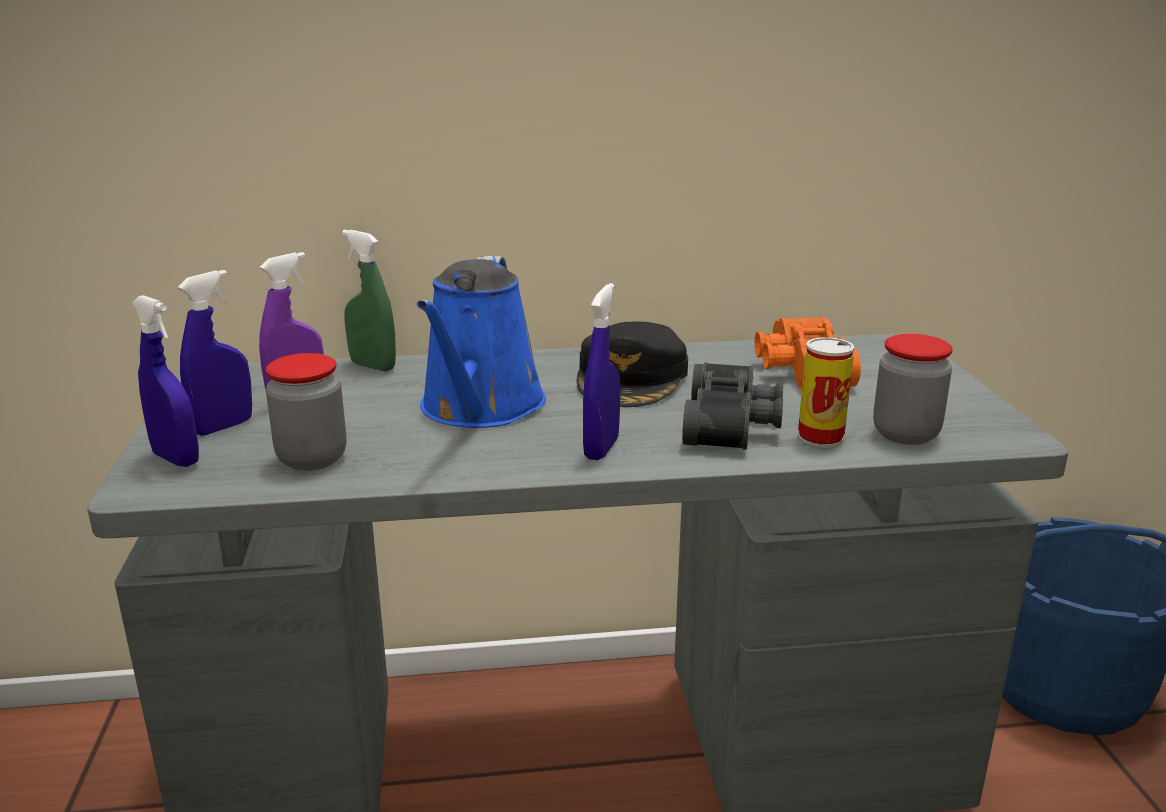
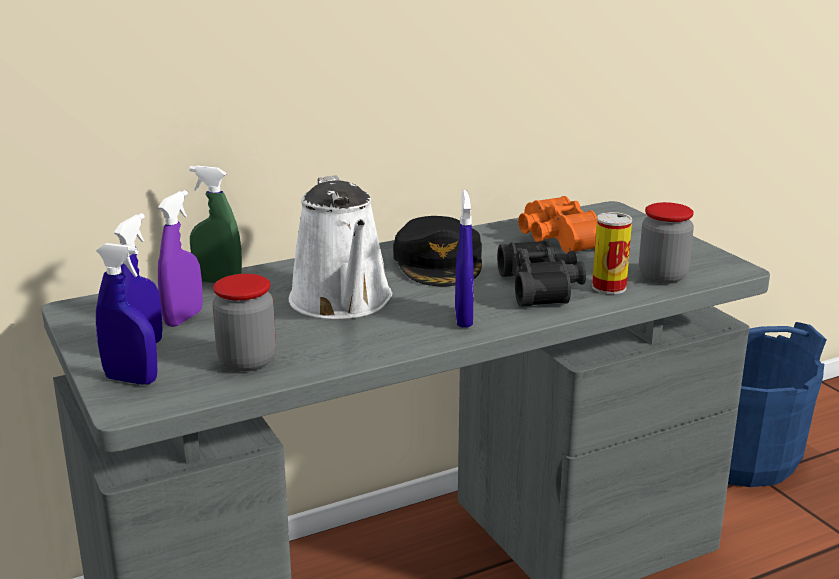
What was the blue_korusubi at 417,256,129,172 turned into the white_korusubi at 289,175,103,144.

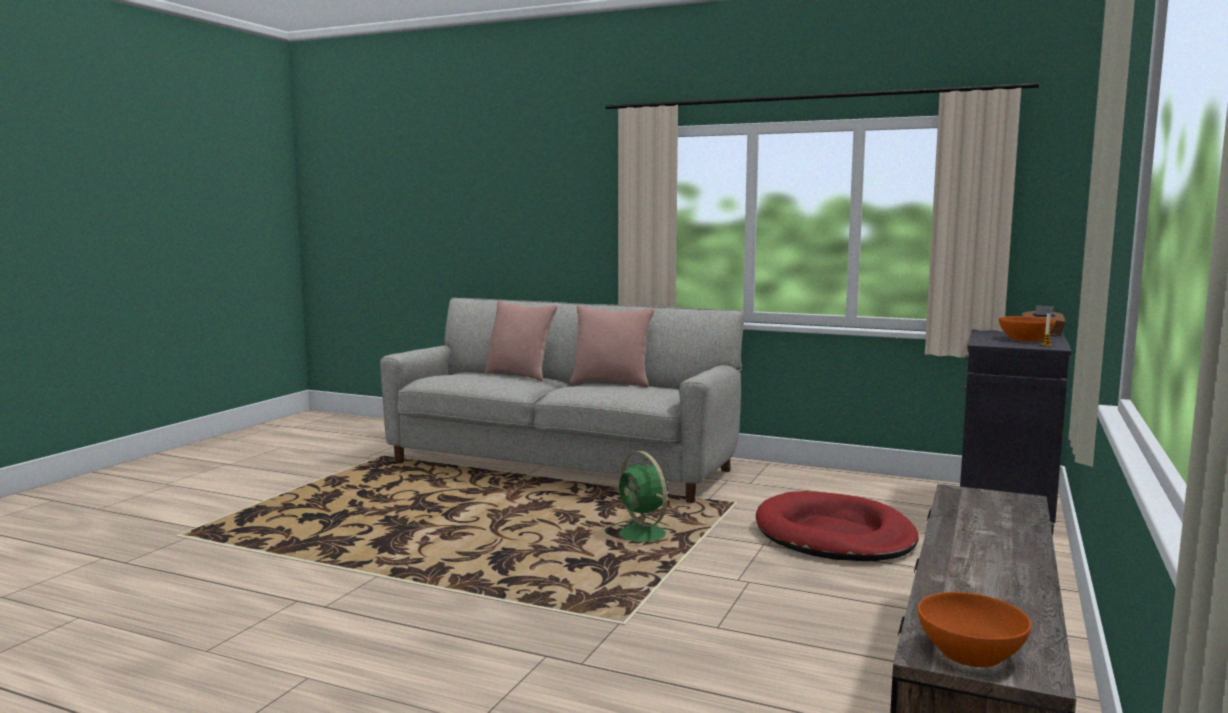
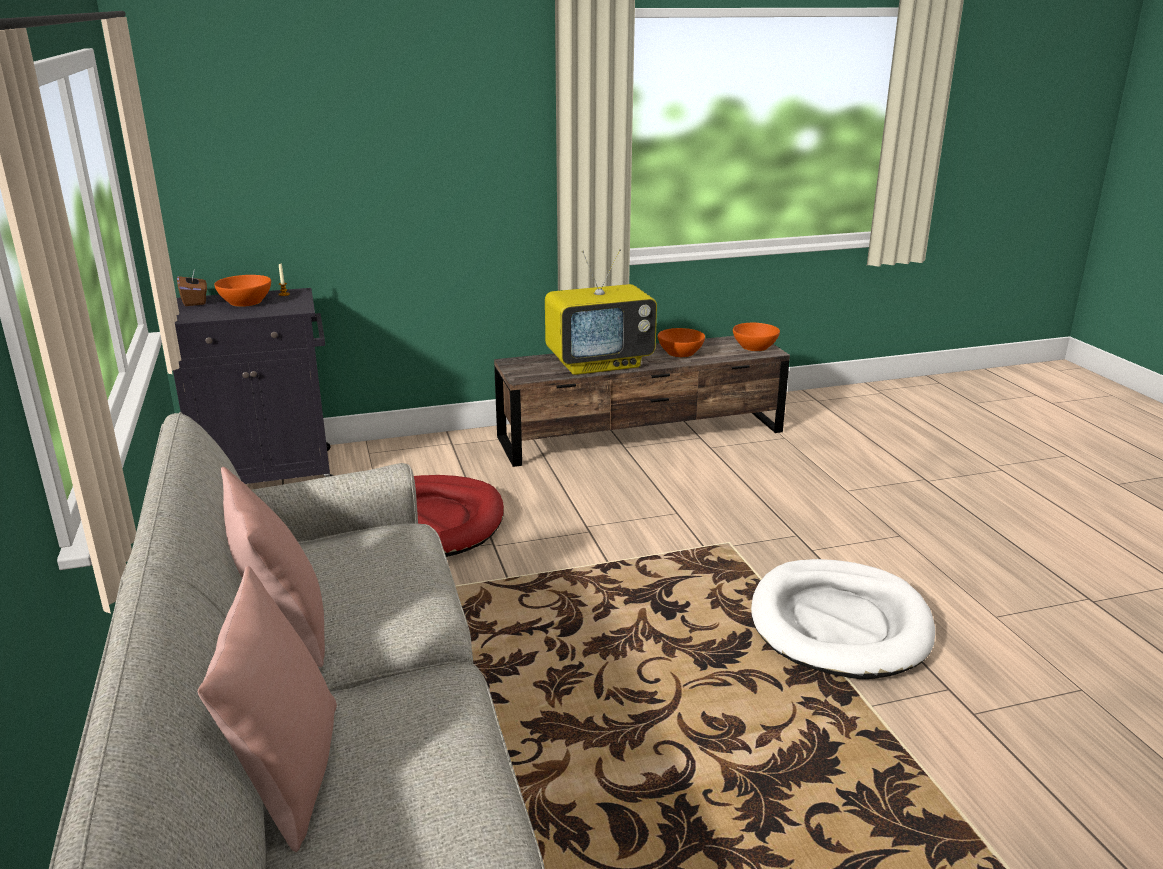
The second view gained the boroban at 545,249,112,126. The second view gained the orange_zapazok at 658,328,47,29. The second view gained the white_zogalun at 751,559,184,120. The second view lost the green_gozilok at 606,451,64,91.

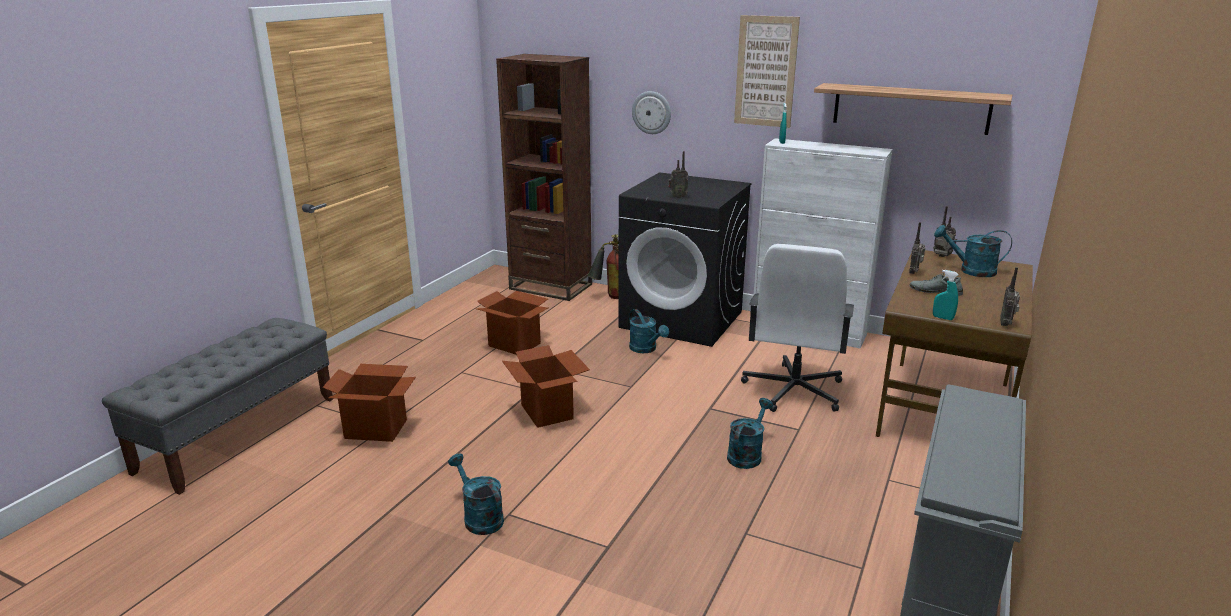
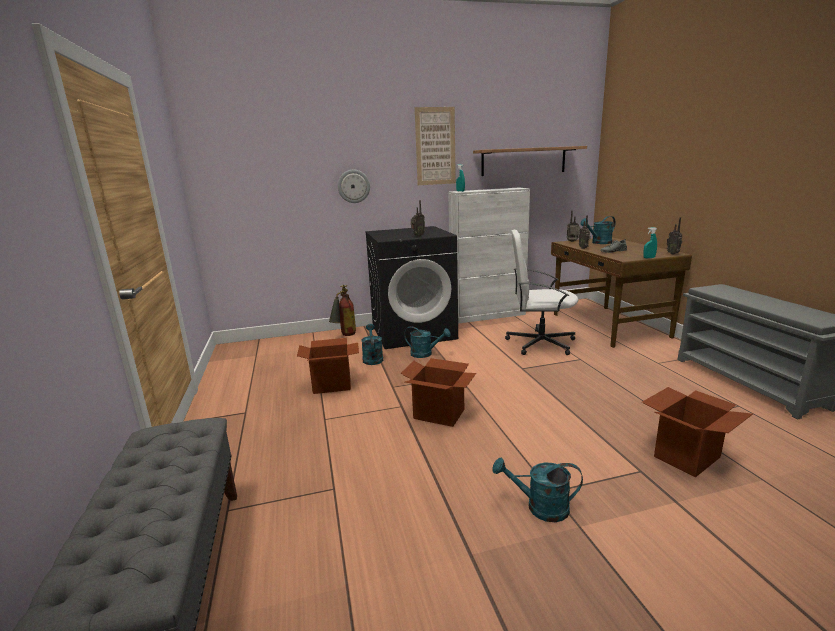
The turquoise_korusubi ended up elsewhere, having gone from 727,398,46,71 to 361,324,22,41. The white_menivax at 741,244,113,168 ended up facing another way, 120 degrees clockwise from before. The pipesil ended up elsewhere, having gone from 322,364,94,78 to 642,387,111,90. The second view lost the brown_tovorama at 496,54,96,247.

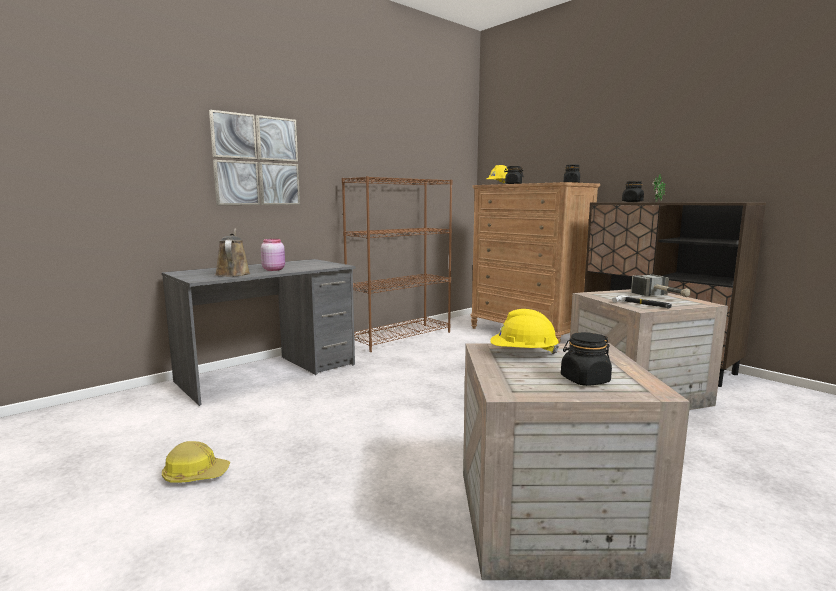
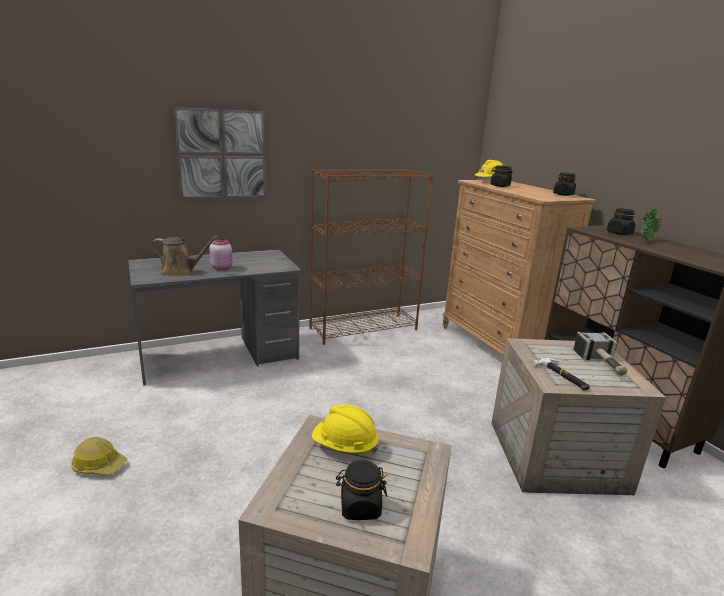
The brown_korusubi at 215,228,36,49 ended up facing another way, 90 degrees clockwise from before.

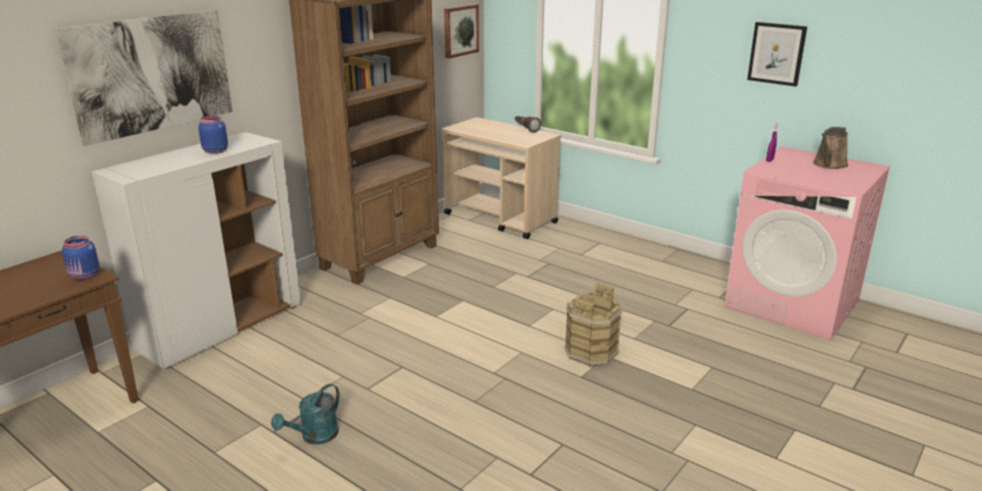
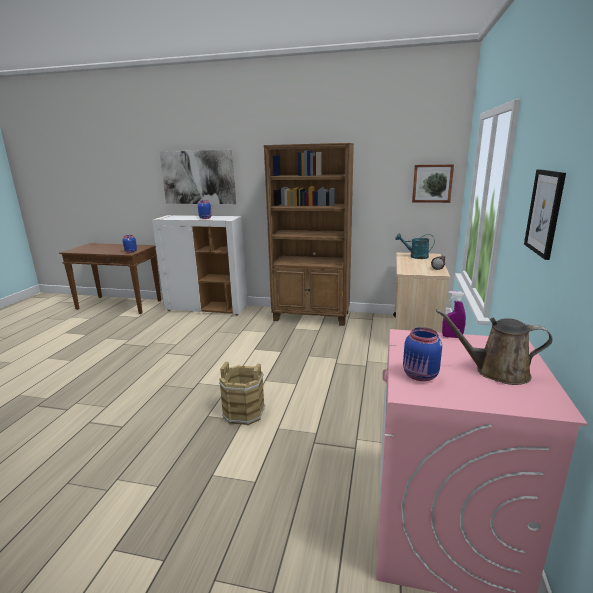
The turquoise_korusubi ended up elsewhere, having gone from 271,384,69,61 to 395,233,40,26. The second view gained the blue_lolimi at 403,327,39,54.

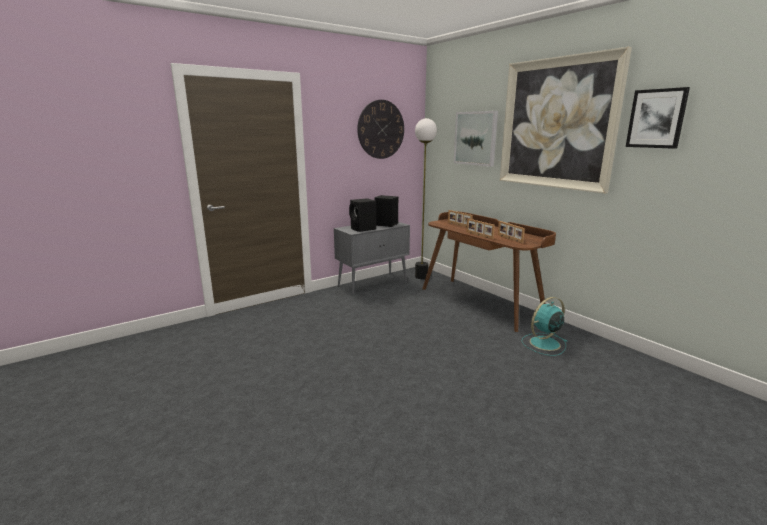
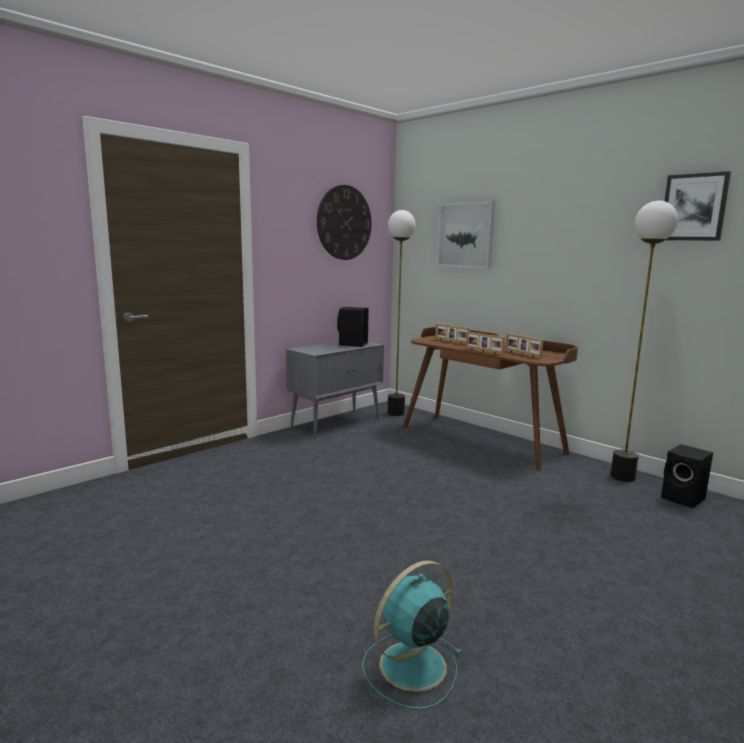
The turquoise_gozilok ended up elsewhere, having gone from 521,297,46,59 to 362,560,101,149. The second view gained the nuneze at 610,200,68,282. The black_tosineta ended up elsewhere, having gone from 349,198,27,34 to 661,444,52,64. The second view lost the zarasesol at 500,47,132,147.

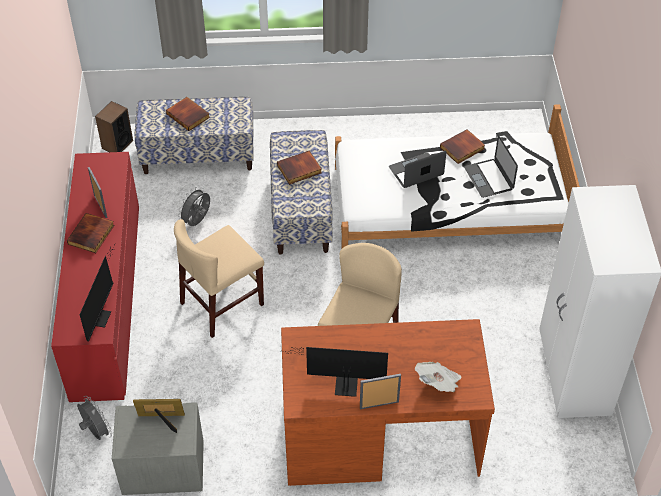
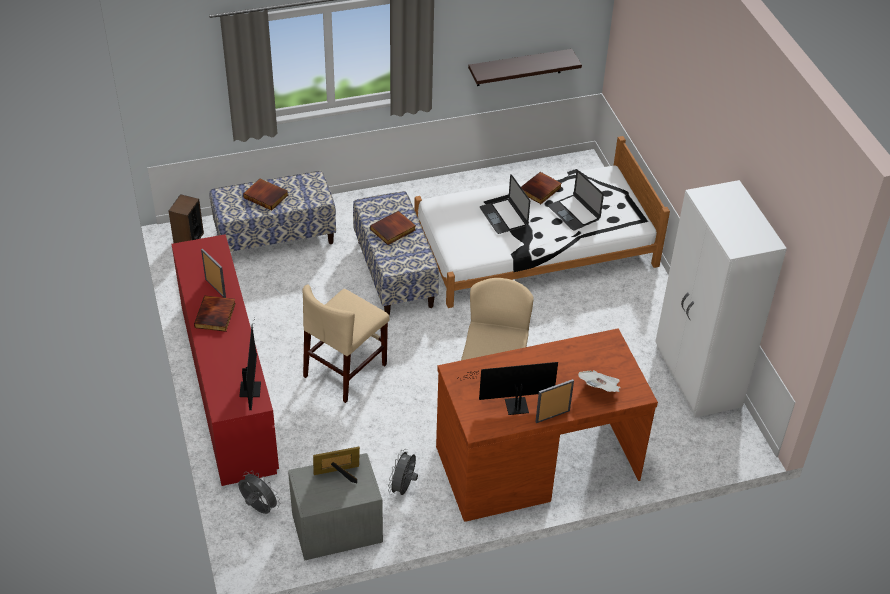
The grey_gozilok ended up elsewhere, having gone from 178,187,32,39 to 388,449,30,46. The second view gained the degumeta at 468,49,114,37. The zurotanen at 389,151,57,37 ended up facing another way, 75 degrees counterclockwise from before.

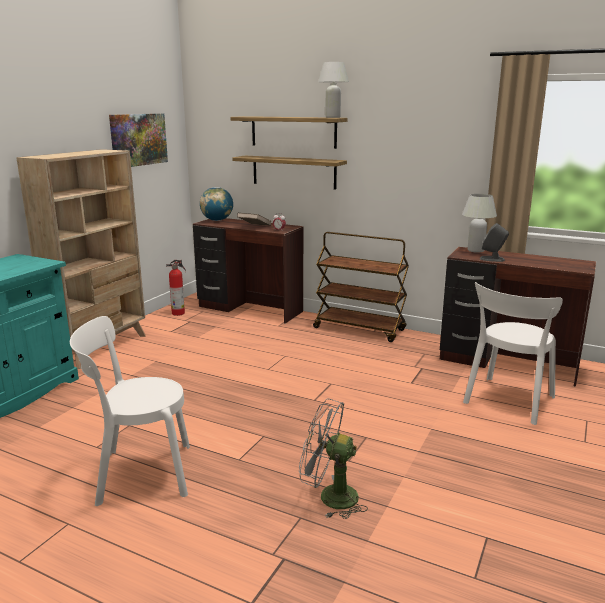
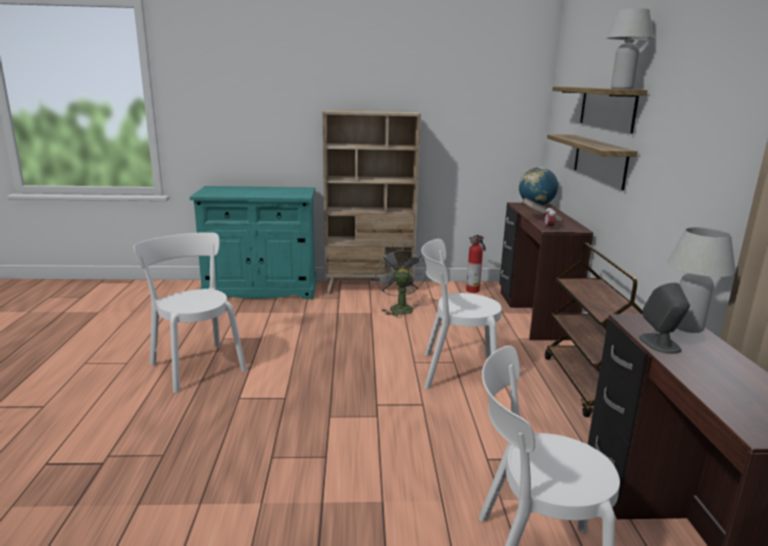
The grey_gozilok ended up elsewhere, having gone from 299,399,69,120 to 375,246,51,72. The second view gained the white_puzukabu at 421,239,81,150. The second view lost the zarasesol at 109,113,59,54.

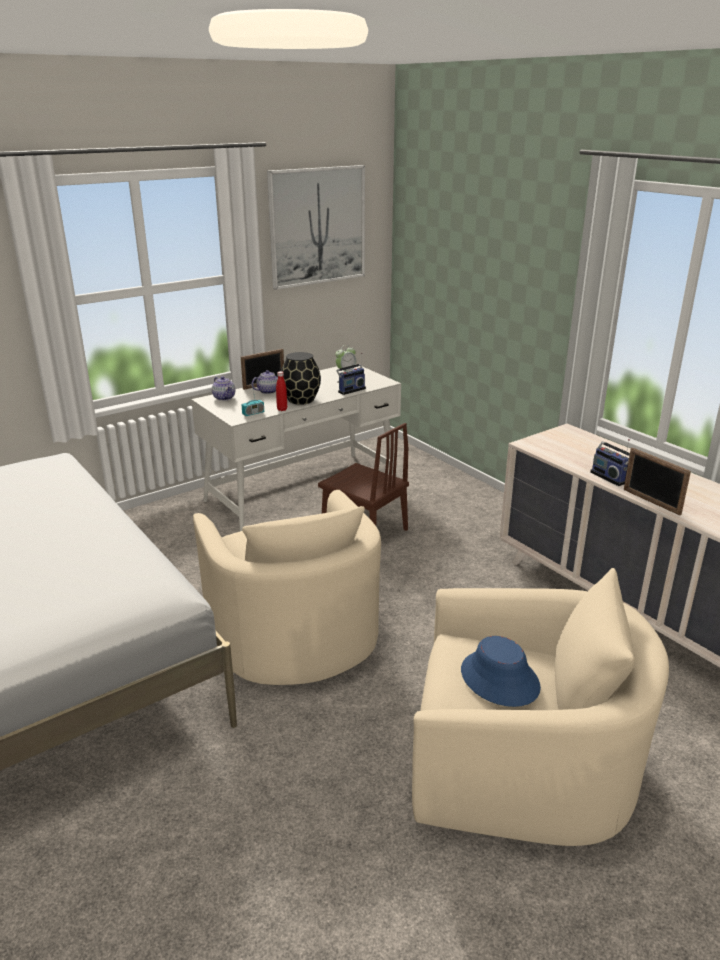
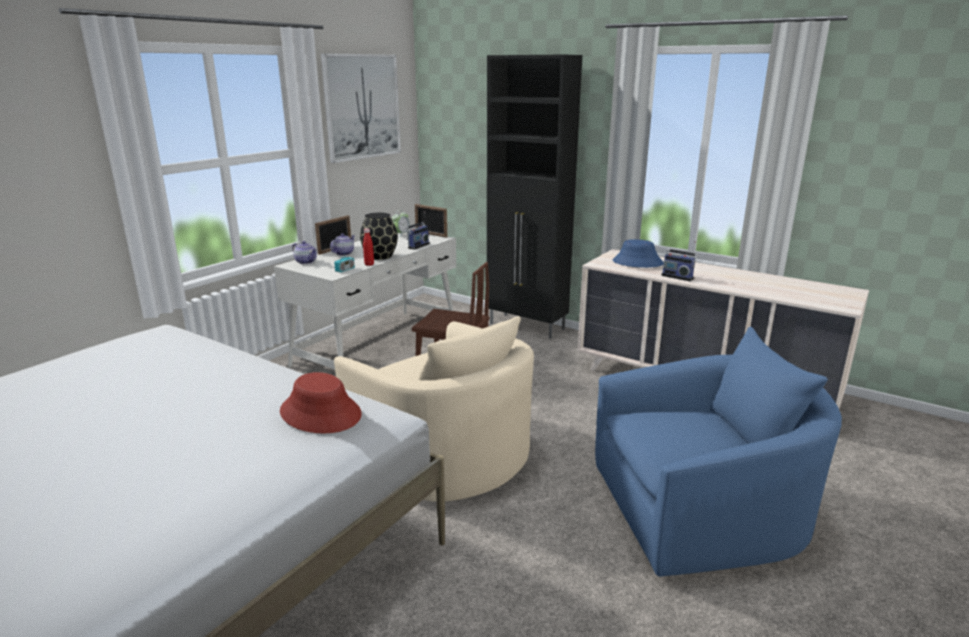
The second view gained the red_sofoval at 280,372,82,62. The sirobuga ended up elsewhere, having gone from 624,448,67,67 to 415,204,32,34. The second view gained the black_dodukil at 487,55,95,284. What was the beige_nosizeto at 412,568,257,278 turned into the blue_nosizeto at 595,327,247,250. The blue_sofoval ended up elsewhere, having gone from 461,636,80,71 to 613,239,51,29.

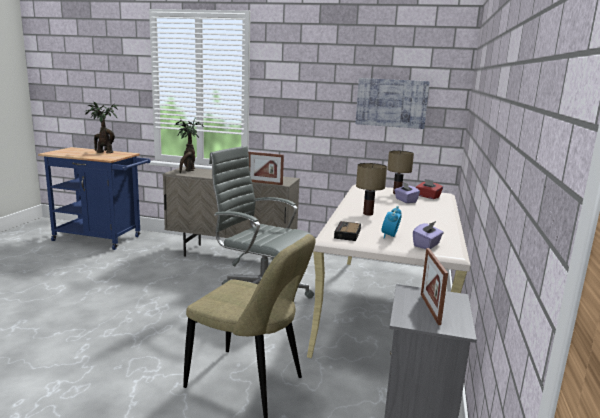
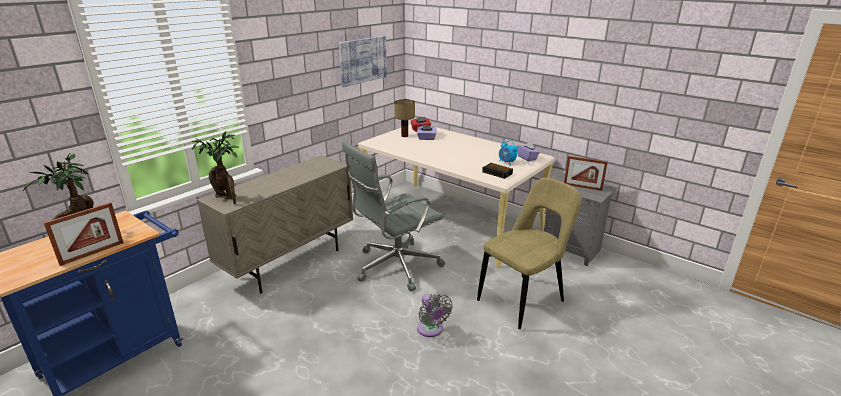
The sirobuga ended up elsewhere, having gone from 248,152,36,33 to 44,202,80,64. The second view gained the grey_gozilok at 417,294,36,43. The second view lost the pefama at 356,163,31,52.

